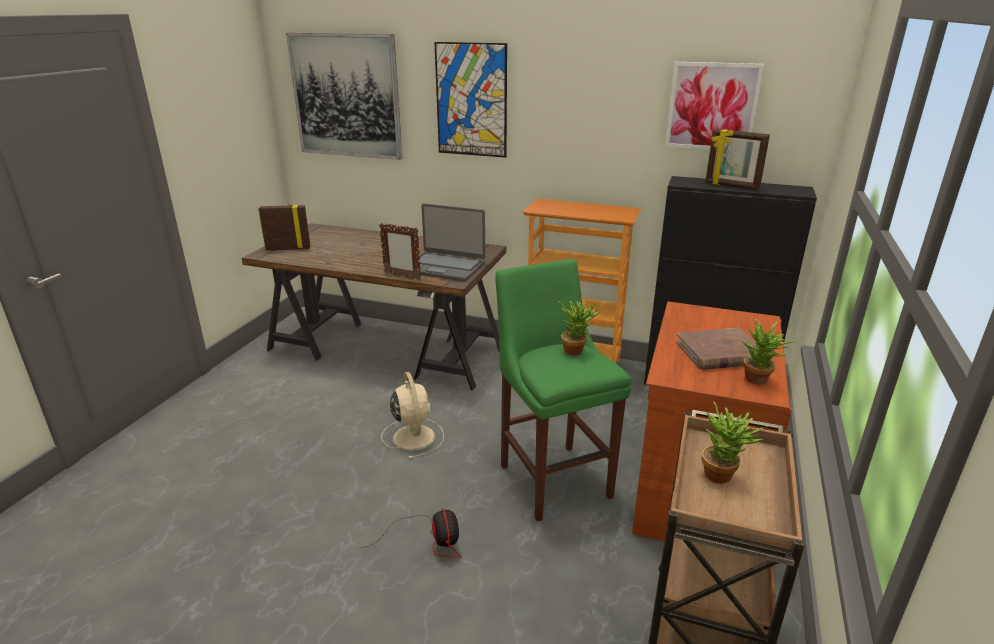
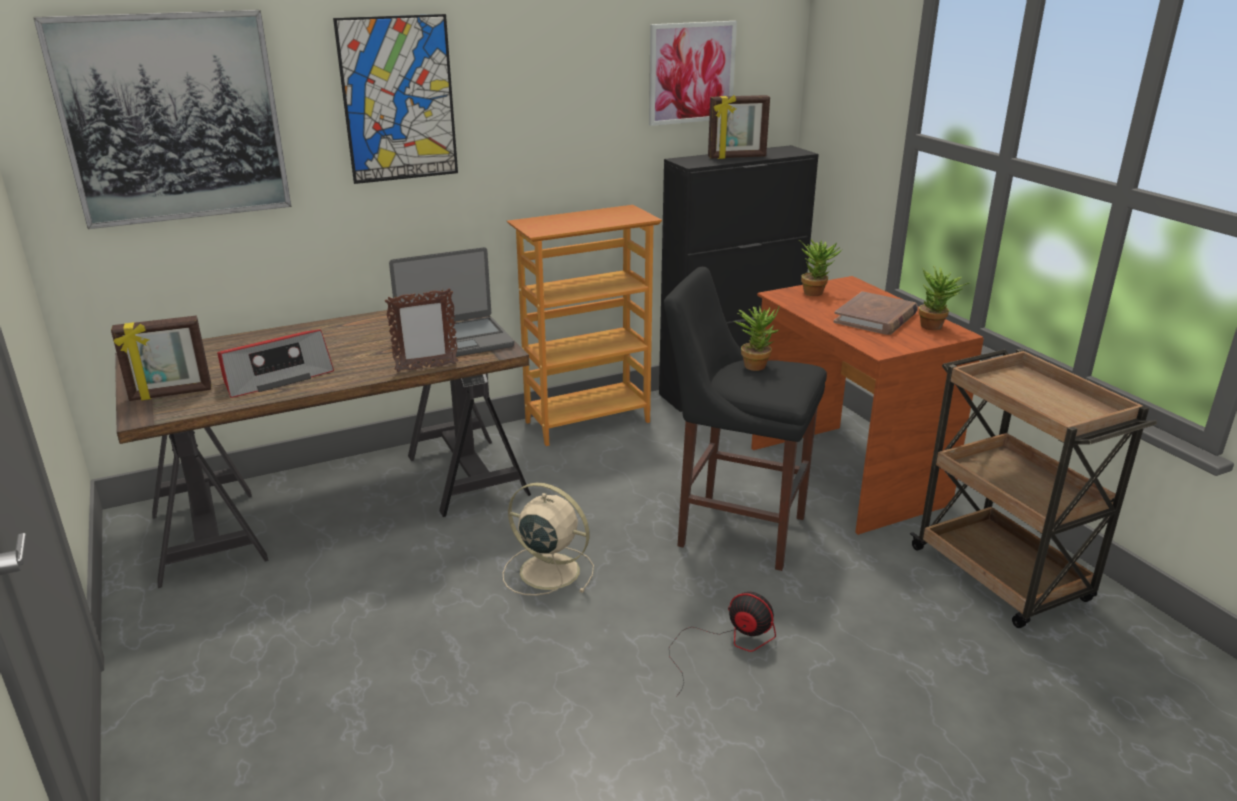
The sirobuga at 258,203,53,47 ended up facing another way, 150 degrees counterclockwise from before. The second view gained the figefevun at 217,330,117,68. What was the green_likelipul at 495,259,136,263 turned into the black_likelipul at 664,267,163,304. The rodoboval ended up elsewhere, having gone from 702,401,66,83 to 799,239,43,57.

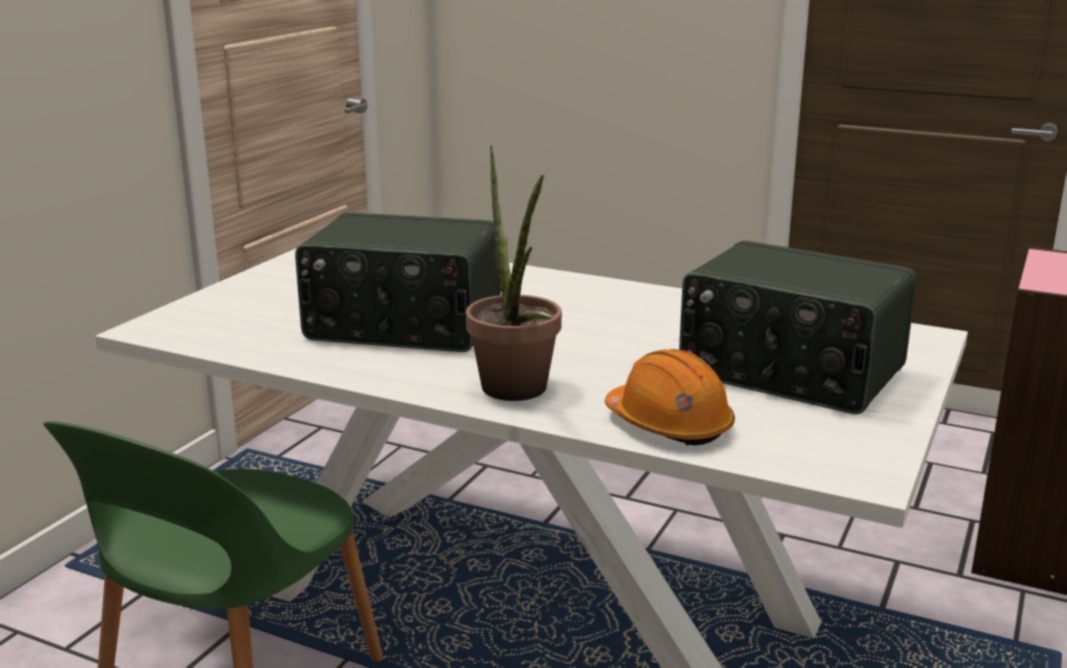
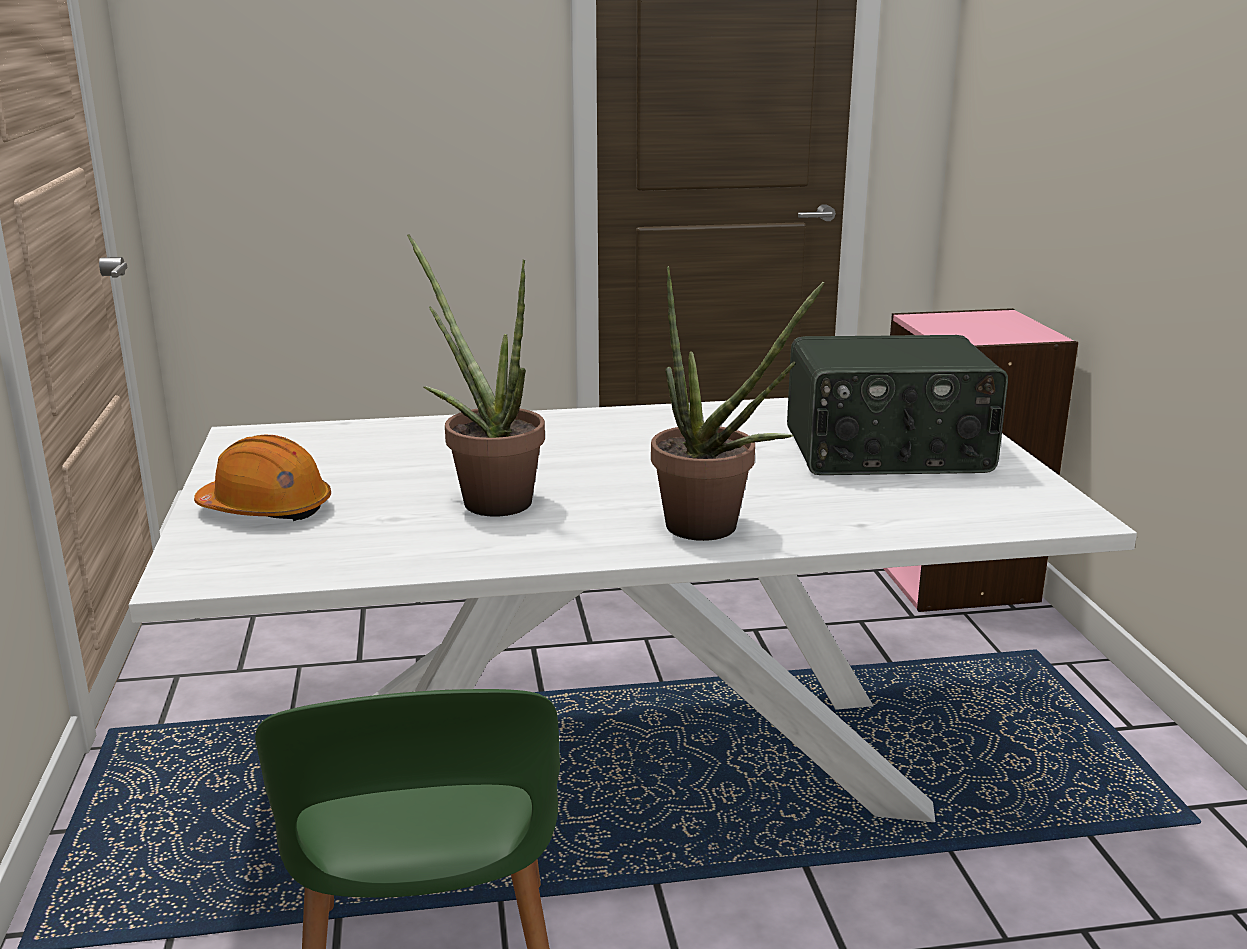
The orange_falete ended up elsewhere, having gone from 605,349,130,97 to 194,435,137,86. Where the figefevun stood at 295,212,206,140, the rodoboval came to stand at 407,234,138,283.

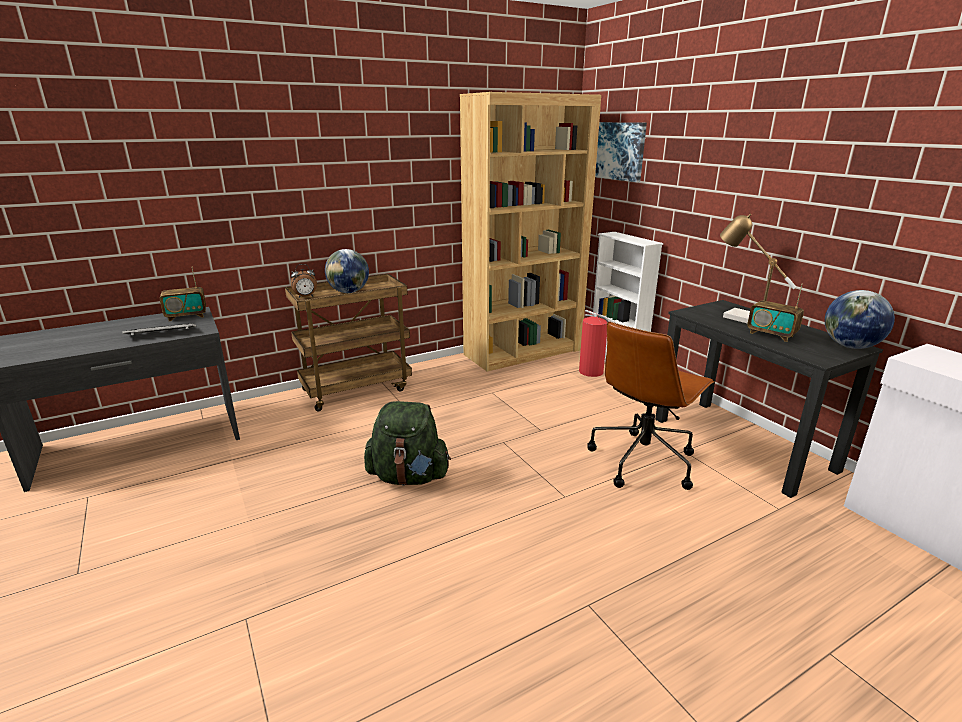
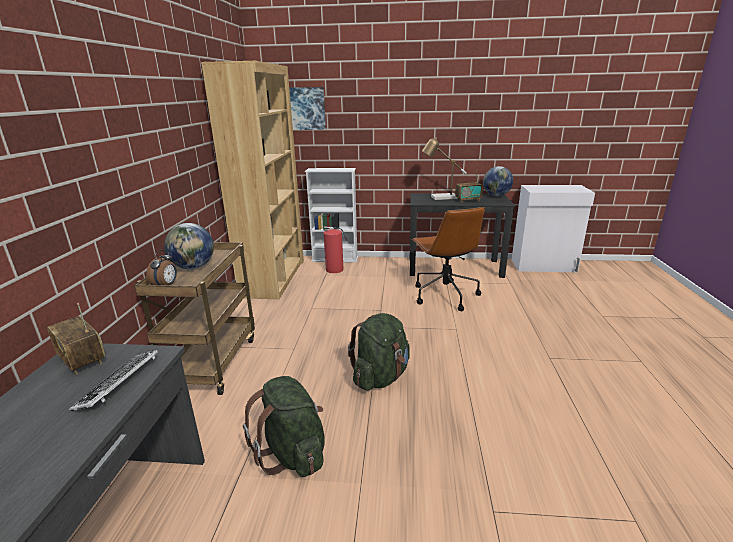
The figefevun at 160,267,46,54 ended up facing another way, 120 degrees clockwise from before. The second view gained the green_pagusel at 243,376,81,101.

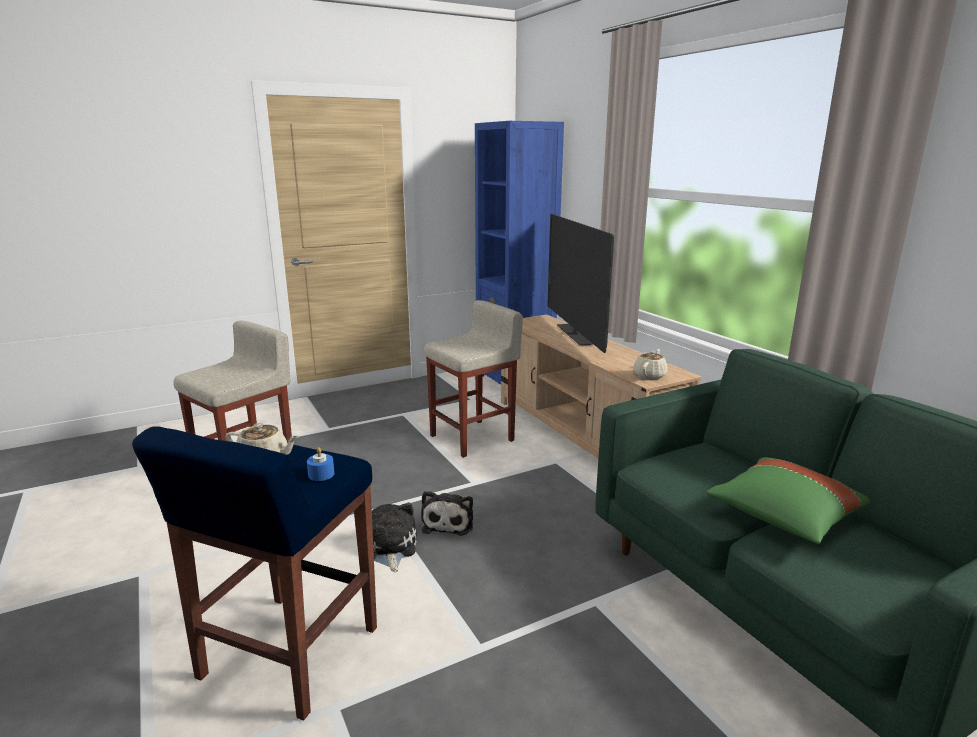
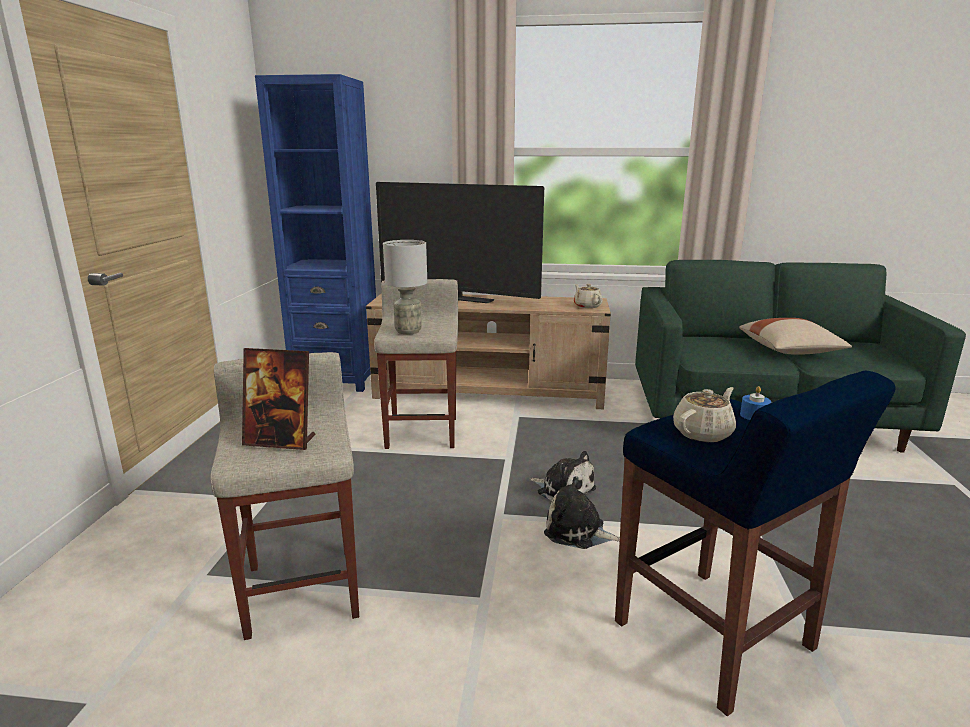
The second view gained the sirobuga at 242,348,73,102. The second view gained the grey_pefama at 383,240,44,95. What was the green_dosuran at 706,457,164,87 turned into the beige_dosuran at 739,318,113,37.

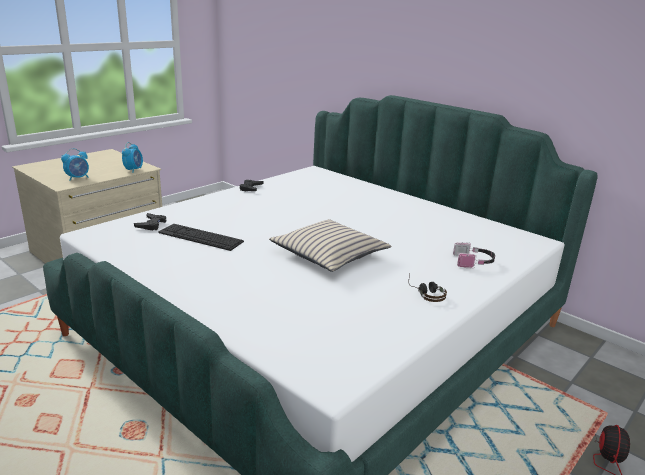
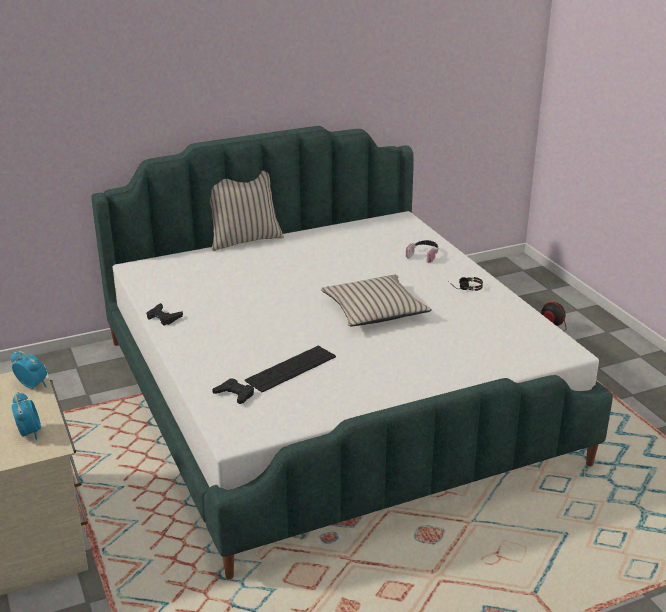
The second view gained the beige_dosuran at 210,171,74,80.

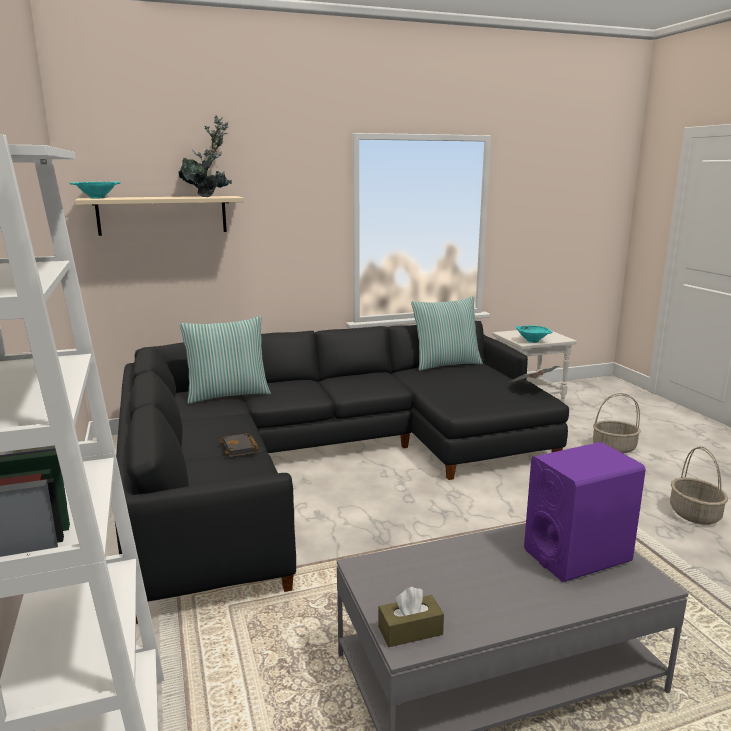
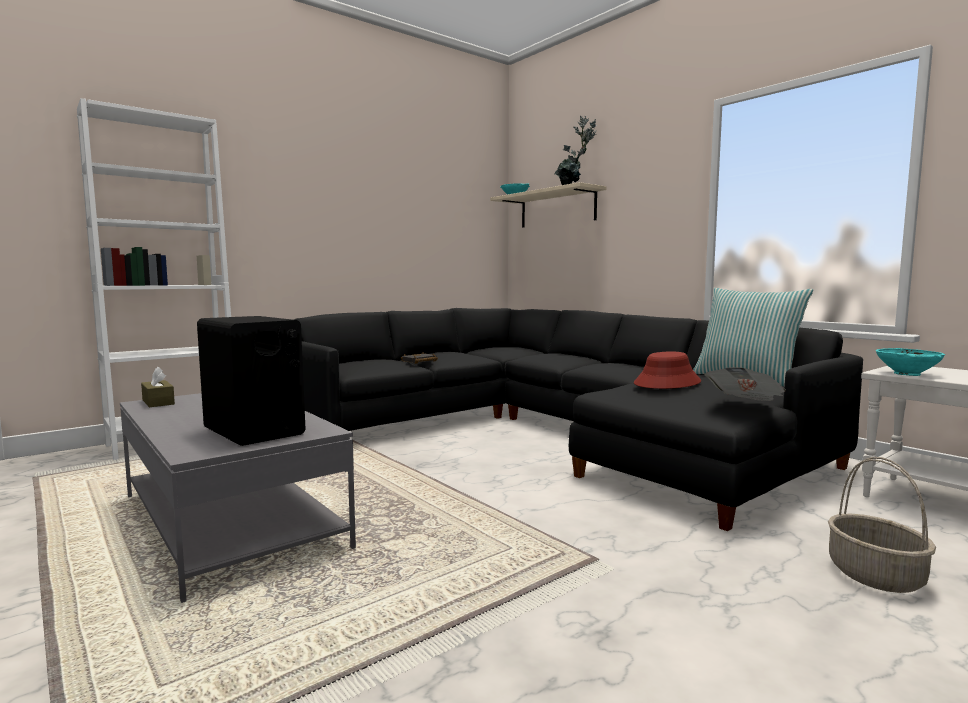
What was the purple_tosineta at 524,442,122,140 turned into the black_tosineta at 197,316,108,130. The second view gained the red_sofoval at 634,351,67,38. The second view lost the dosuran at 179,316,92,88. The second view lost the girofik at 670,446,58,79.

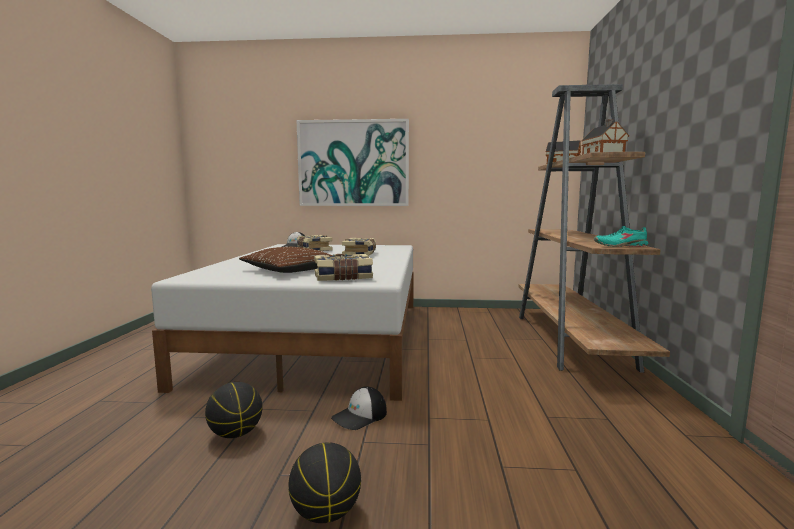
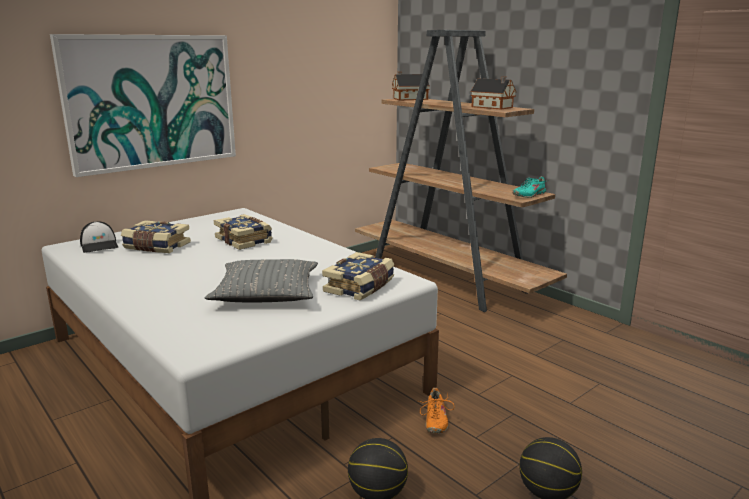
What was the brown_dosuran at 239,247,94,26 turned into the grey_dosuran at 205,259,113,43. Where the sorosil stood at 331,386,56,44, the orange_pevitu came to stand at 420,388,35,46.

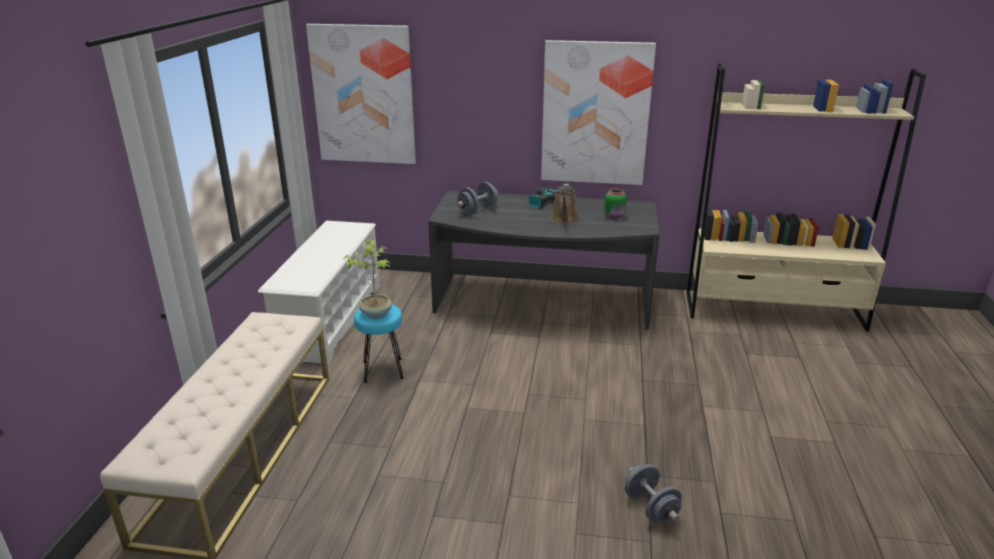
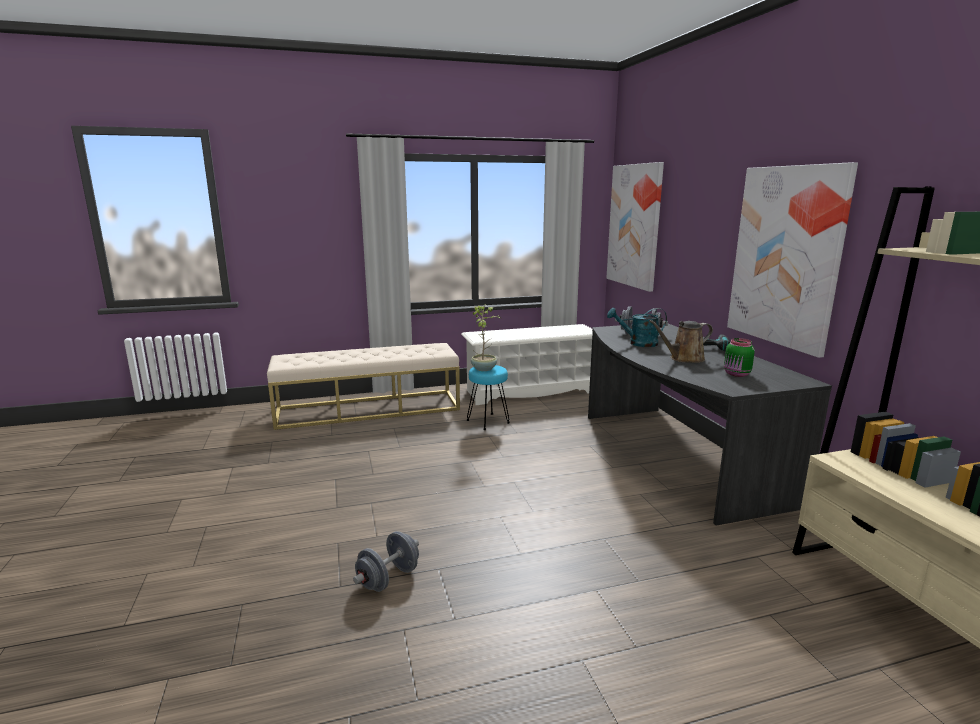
The second view gained the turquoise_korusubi at 607,308,60,39.

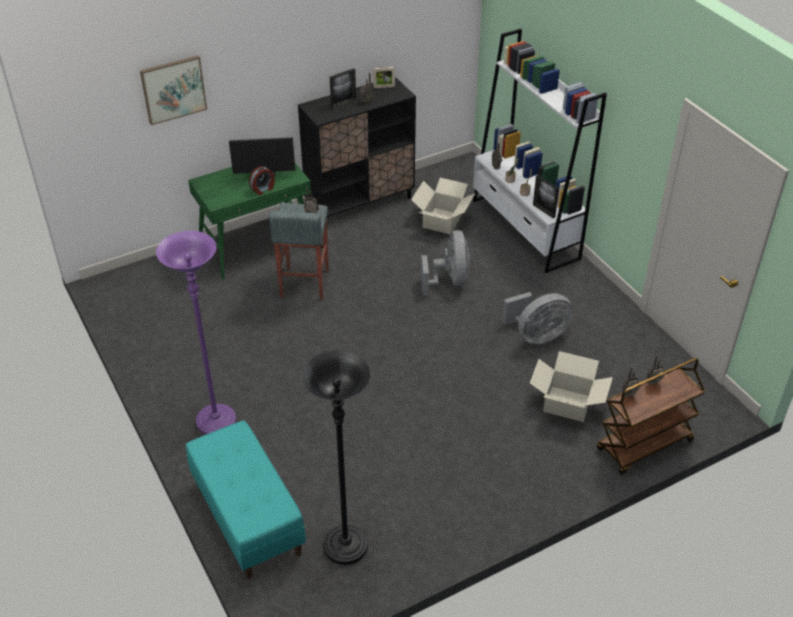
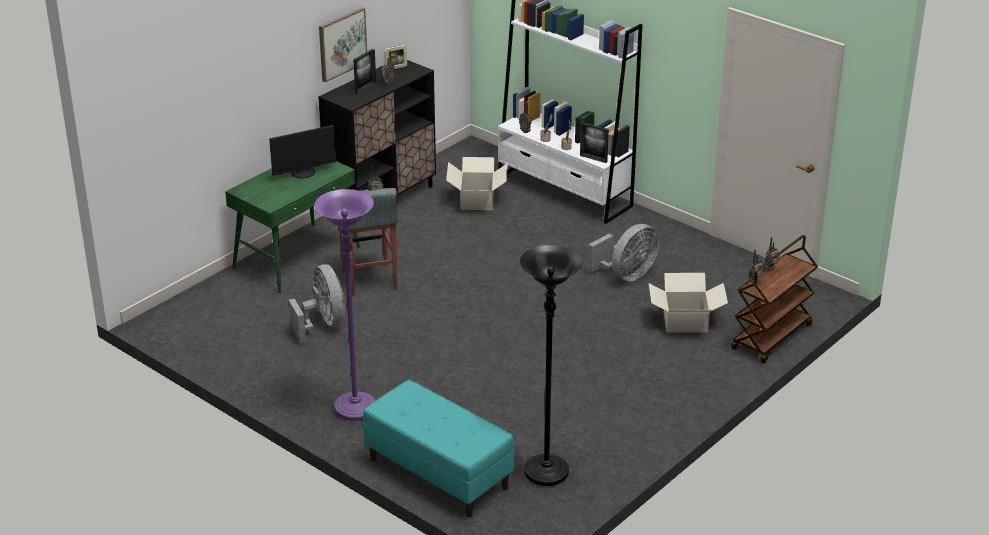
The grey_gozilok ended up elsewhere, having gone from 421,230,49,66 to 289,264,56,79. The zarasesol ended up elsewhere, having gone from 140,55,67,70 to 319,7,48,75. The second view lost the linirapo at 249,166,26,29.

